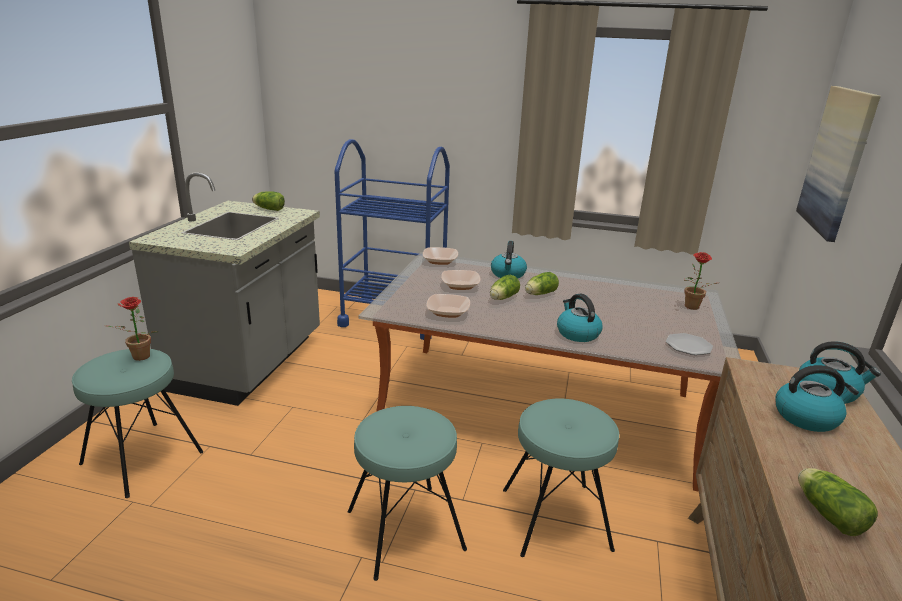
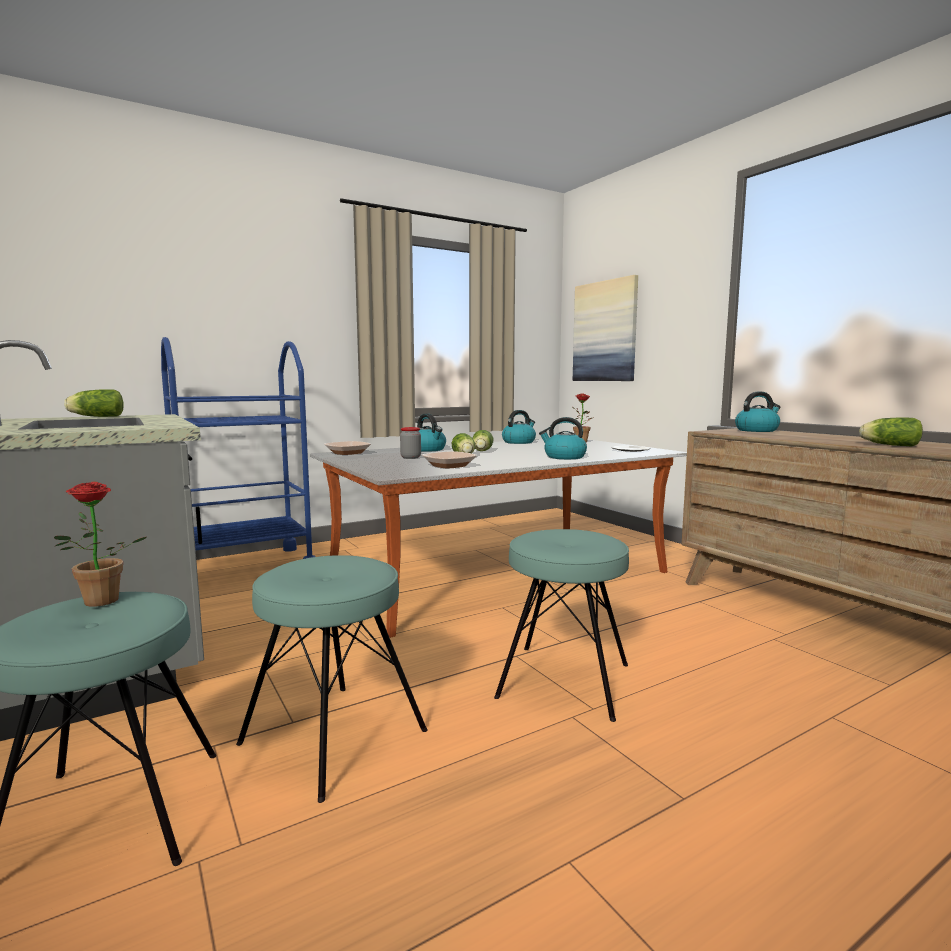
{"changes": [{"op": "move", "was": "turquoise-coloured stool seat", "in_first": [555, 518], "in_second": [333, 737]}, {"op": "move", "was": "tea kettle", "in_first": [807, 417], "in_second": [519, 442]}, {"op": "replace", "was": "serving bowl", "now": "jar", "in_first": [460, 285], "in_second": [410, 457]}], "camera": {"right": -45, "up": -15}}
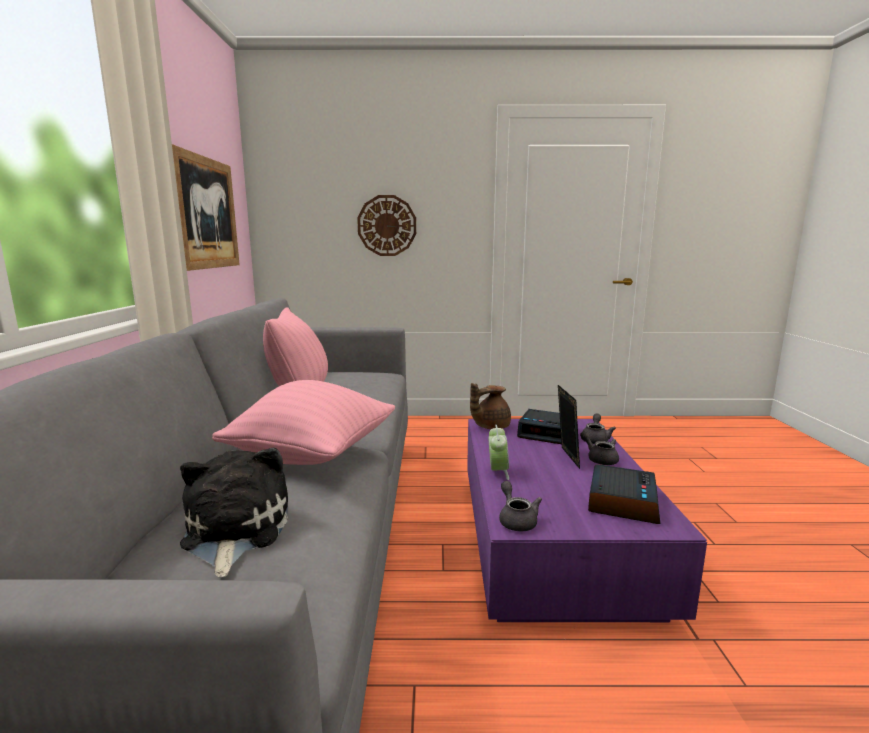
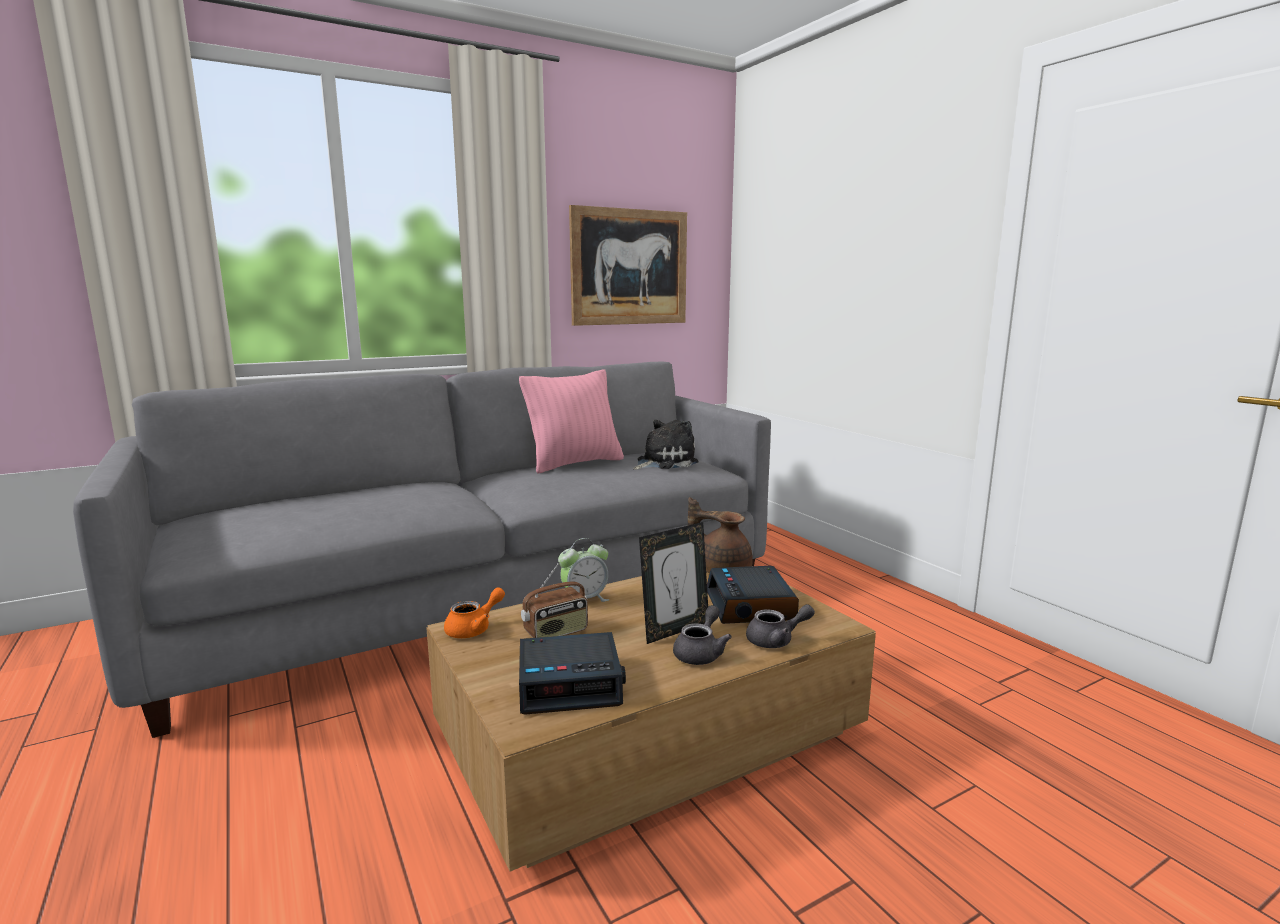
{"changes": [{"op": "delete", "was": "pink pillow", "in_first": [313, 456]}, {"op": "delete", "was": "hanging clock", "in_first": [387, 225]}, {"op": "insert", "now": "radio receiver", "in_second": [556, 632]}, {"op": "move", "was": "cuddly toy", "in_first": [234, 531], "in_second": [663, 462]}, {"op": "recolor", "was": "purplish lounge table", "now": "brown lounge table", "in_first": [551, 537], "in_second": [650, 734]}, {"op": "recolor", "was": "greyish pot for tea", "now": "orange pot for tea", "in_first": [516, 520], "in_second": [474, 629]}], "camera": {"right": 60, "up": 0}}
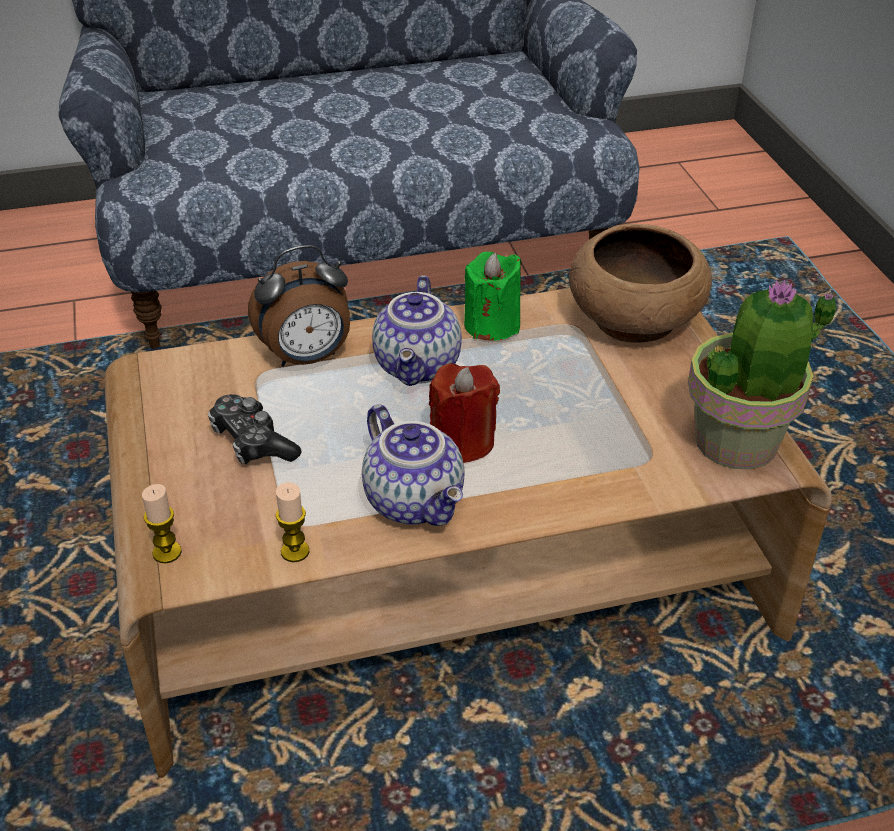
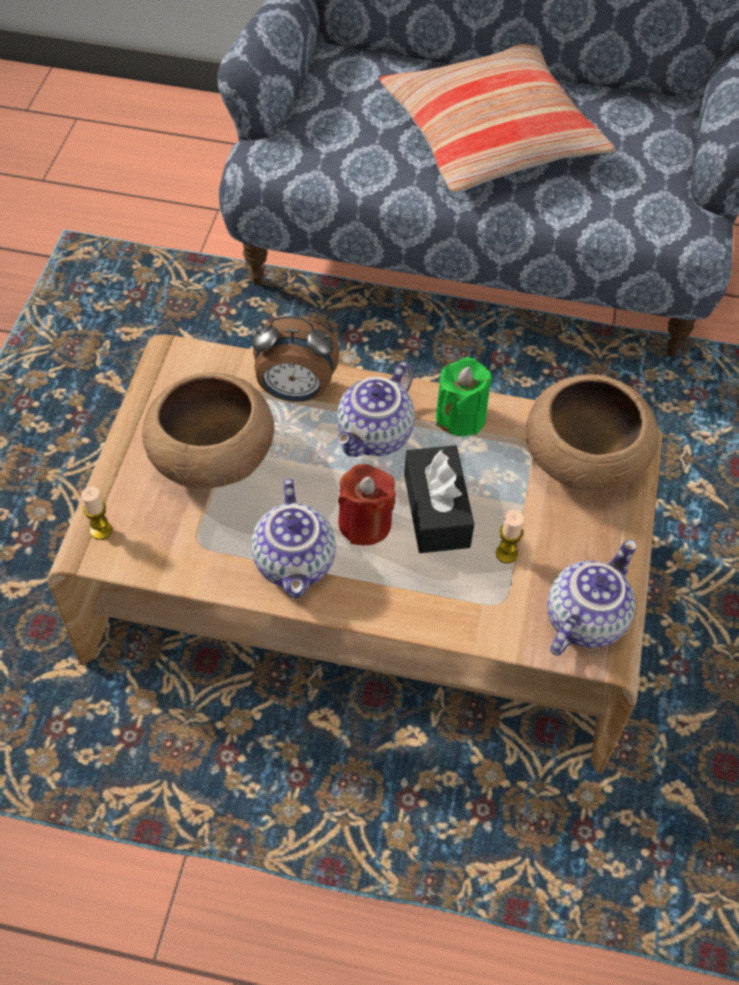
{"changes": [{"op": "insert", "now": "pillow", "in_second": [491, 136]}, {"op": "insert", "now": "black-coloured box of tissues", "in_second": [436, 510]}, {"op": "move", "was": "candle", "in_first": [295, 551], "in_second": [506, 554]}, {"op": "replace", "was": "joypad", "now": "brown serving bowl", "in_first": [253, 442], "in_second": [211, 457]}, {"op": "replace", "was": "potted plant", "now": "pot for tea", "in_first": [738, 441], "in_second": [583, 618]}], "camera": {"right": 25, "up": 15}}
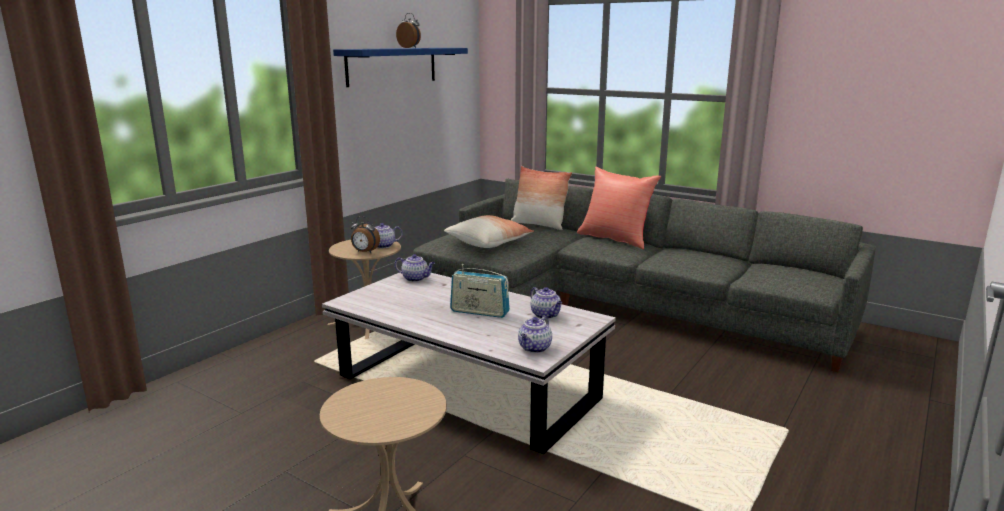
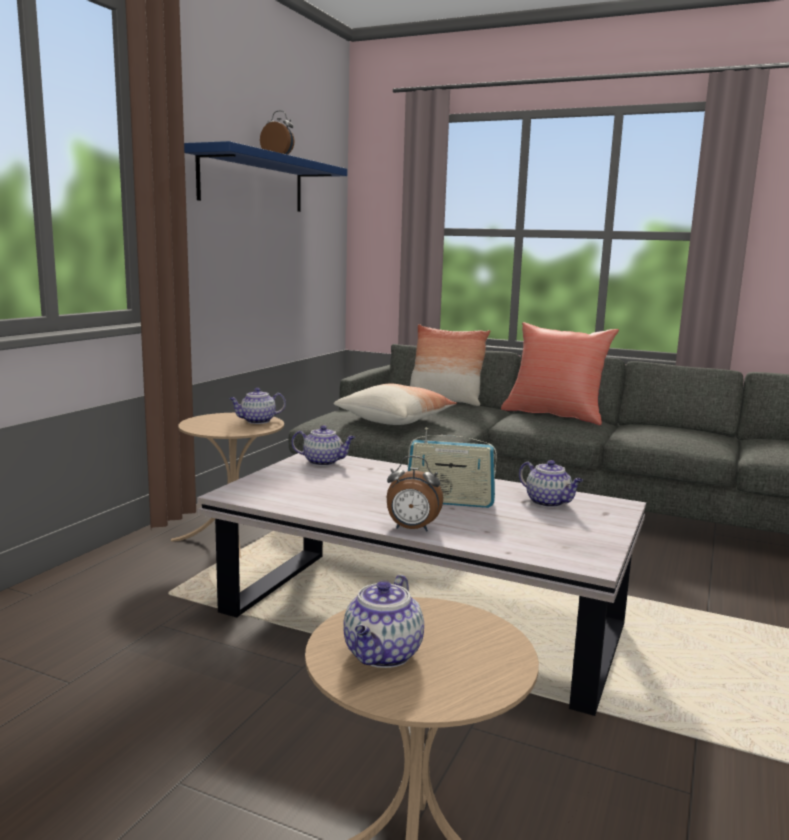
{"changes": [{"op": "move", "was": "alarm clock", "in_first": [365, 252], "in_second": [412, 529]}, {"op": "move", "was": "pot for tea", "in_first": [534, 348], "in_second": [383, 655]}], "camera": {"right": -10, "up": -5}}
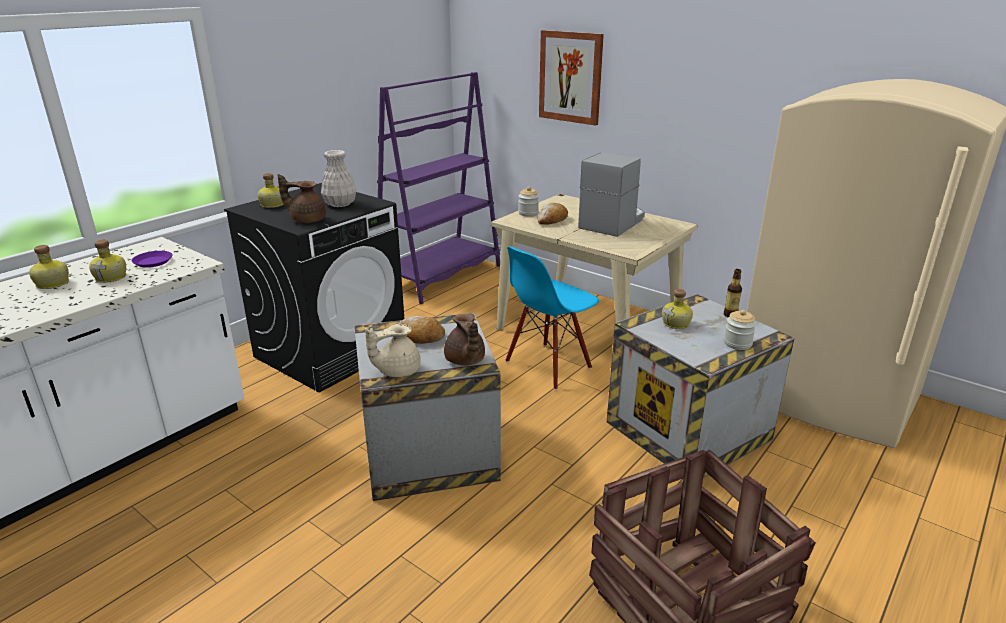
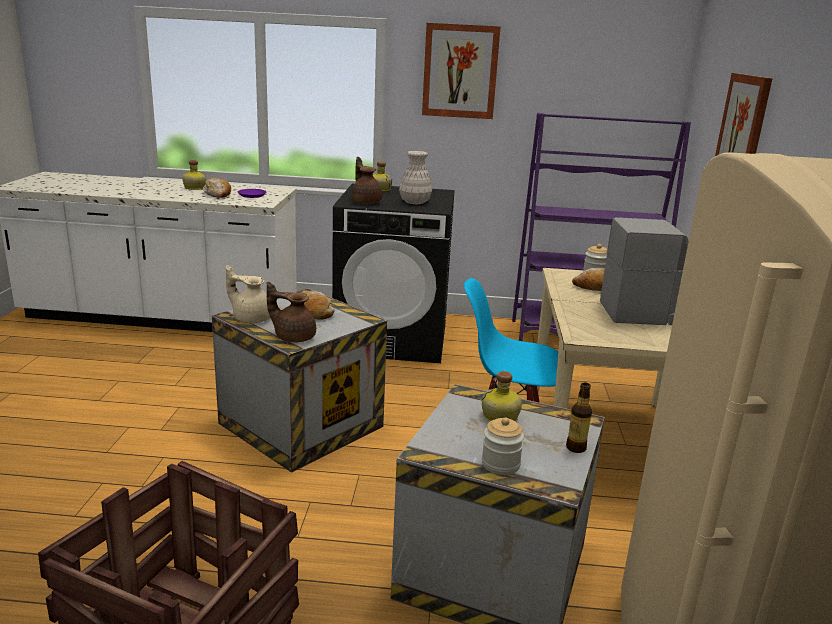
{"changes": [{"op": "insert", "now": "wall picture", "in_second": [460, 71]}, {"op": "replace", "was": "drink bottle", "now": "baked bread", "in_first": [112, 277], "in_second": [218, 194]}, {"op": "rotate", "was": "brown pot for tea", "in_first": [465, 361], "in_second": [293, 337], "clockwise": 75}], "camera": {"right": 55, "up": -5}}
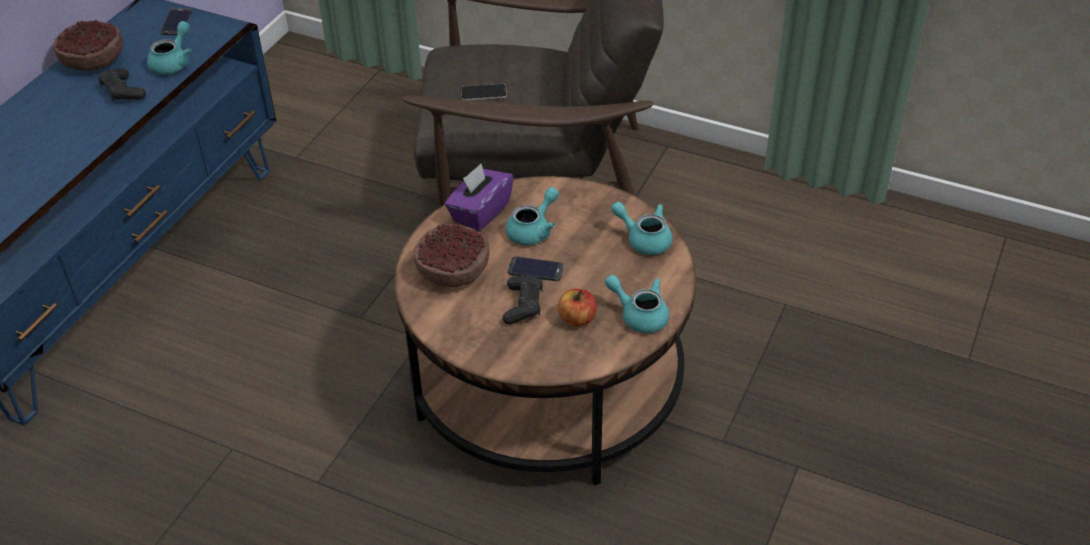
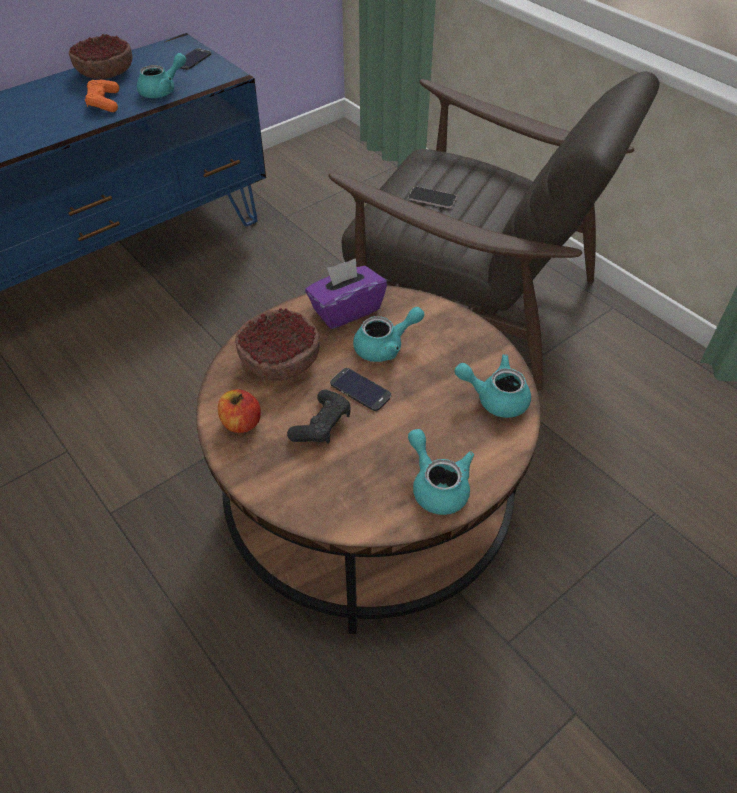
{"changes": [{"op": "move", "was": "whole apple", "in_first": [577, 319], "in_second": [241, 423]}, {"op": "recolor", "was": "black-coloured joypad", "now": "orange joypad", "in_first": [122, 92], "in_second": [104, 102]}, {"op": "rotate", "was": "turquoise-coloured pot for tea", "in_first": [644, 239], "in_second": [495, 398], "clockwise": -45}], "camera": {"right": 25, "up": 5}}
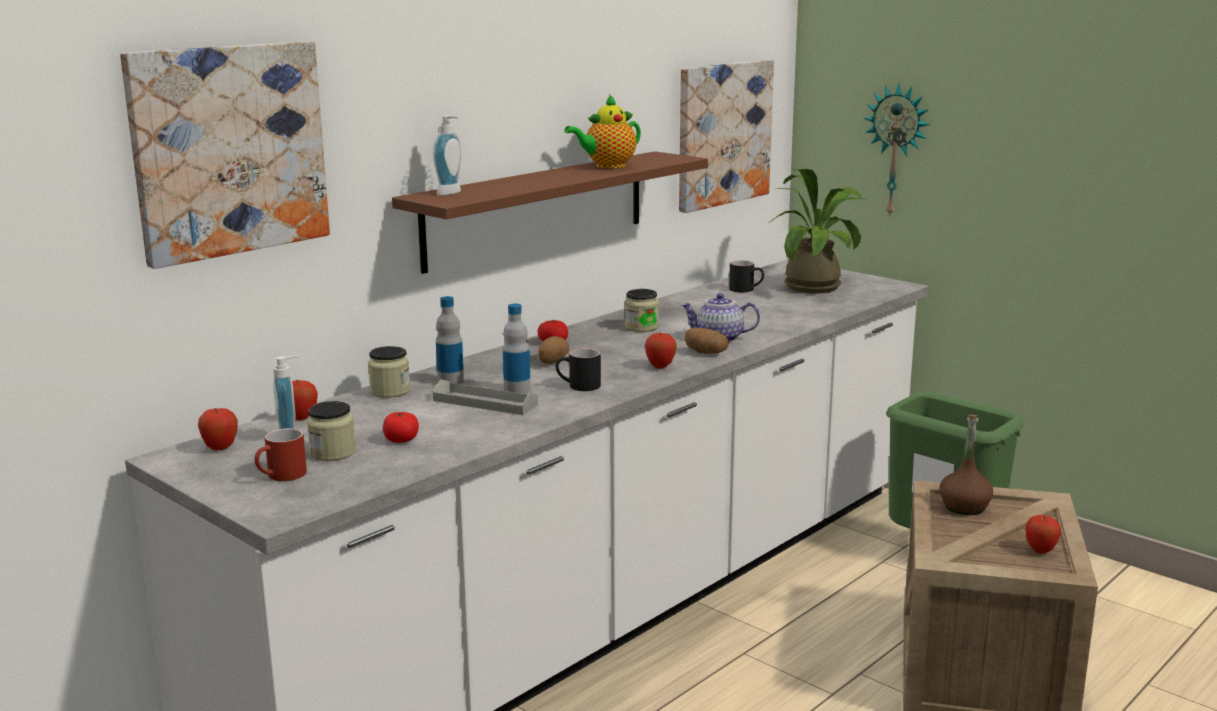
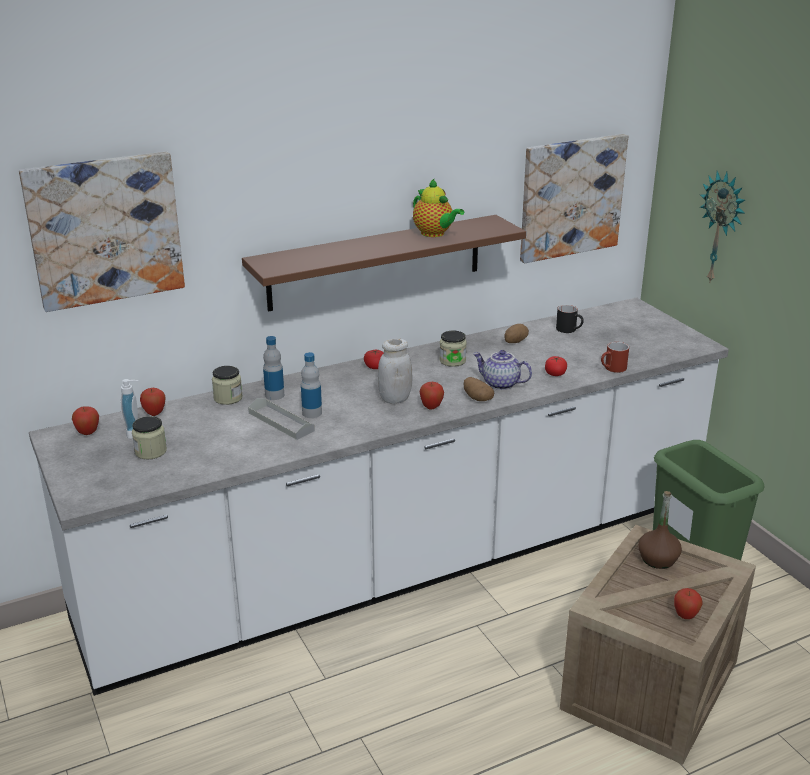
{"changes": [{"op": "delete", "was": "soap bottle", "in_first": [452, 193]}, {"op": "delete", "was": "black-coloured tea mug", "in_first": [578, 386]}, {"op": "delete", "was": "potted plant", "in_first": [818, 286]}, {"op": "insert", "now": "whitish jar", "in_second": [395, 399]}, {"op": "move", "was": "red tea mug", "in_first": [282, 477], "in_second": [613, 369]}, {"op": "move", "was": "fresh tomato", "in_first": [401, 440], "in_second": [555, 373]}, {"op": "move", "was": "whole potato", "in_first": [552, 362], "in_second": [515, 341]}, {"op": "rotate", "was": "pot for tea", "in_first": [607, 166], "in_second": [434, 234], "clockwise": -120}], "camera": {"right": 20, "up": 10}}
